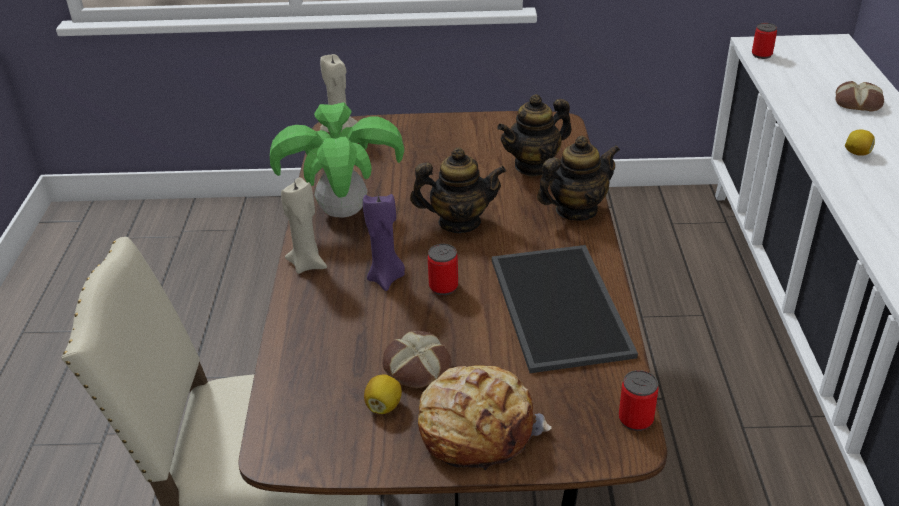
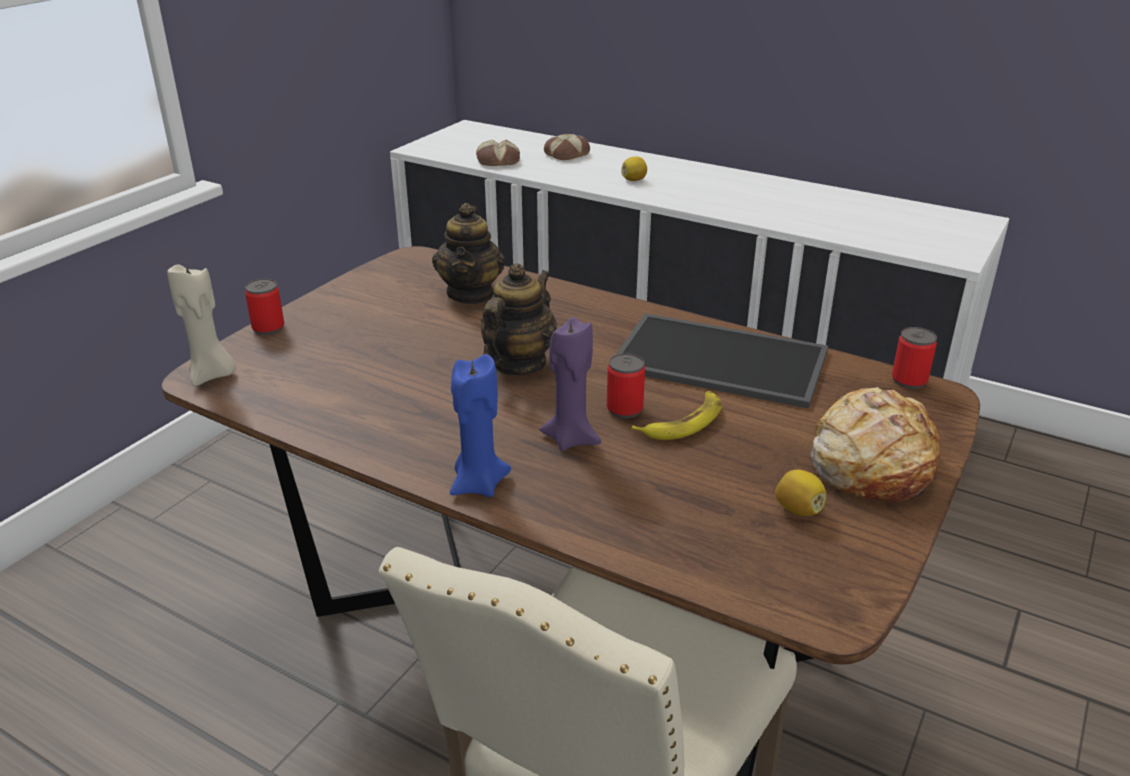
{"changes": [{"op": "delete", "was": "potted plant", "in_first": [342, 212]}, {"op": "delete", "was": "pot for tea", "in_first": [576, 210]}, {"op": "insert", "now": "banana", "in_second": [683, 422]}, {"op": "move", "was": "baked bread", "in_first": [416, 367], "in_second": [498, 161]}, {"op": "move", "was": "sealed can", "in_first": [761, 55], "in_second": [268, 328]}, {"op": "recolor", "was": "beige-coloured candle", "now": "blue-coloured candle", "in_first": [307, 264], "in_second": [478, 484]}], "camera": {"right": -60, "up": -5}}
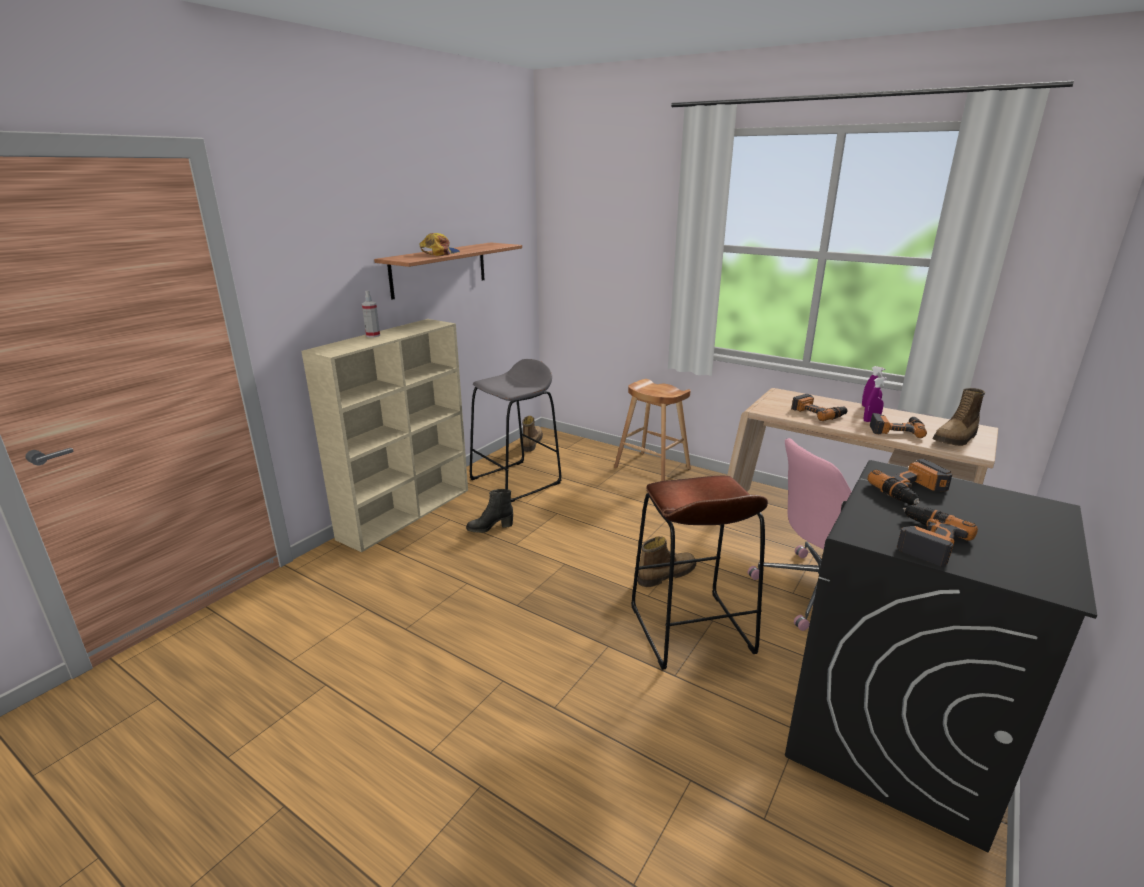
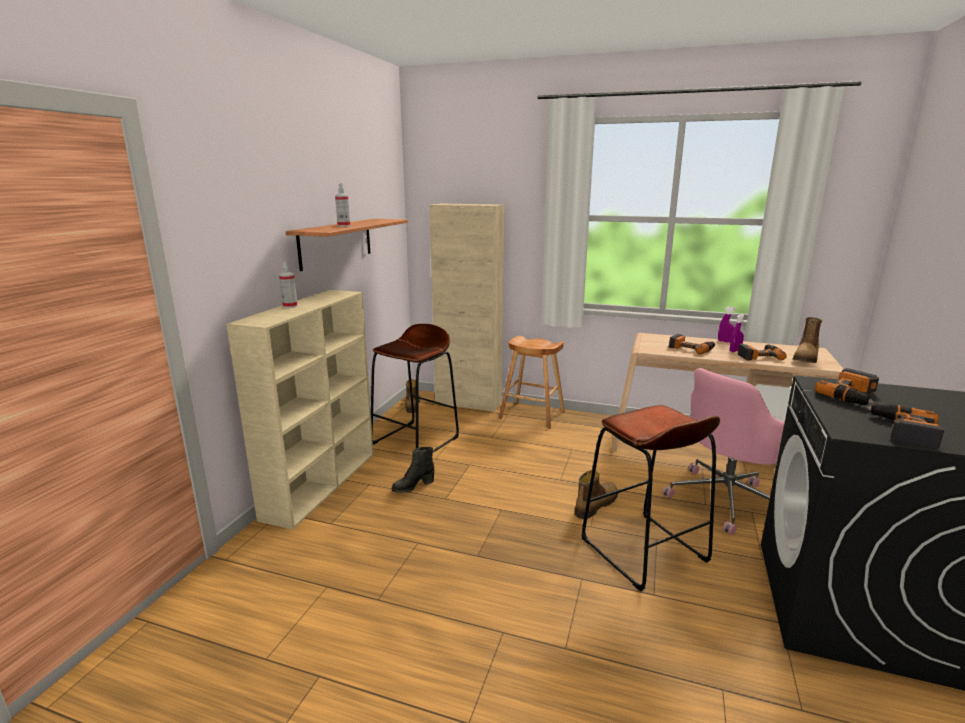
{"changes": [{"op": "insert", "now": "beige-coloured cabinet", "in_second": [468, 403]}, {"op": "replace", "was": "cap", "now": "spray bottle", "in_first": [439, 253], "in_second": [343, 226]}, {"op": "recolor", "was": "greyish stool seat", "now": "brown stool seat", "in_first": [516, 481], "in_second": [415, 440]}], "camera": {"right": -15, "up": -5}}
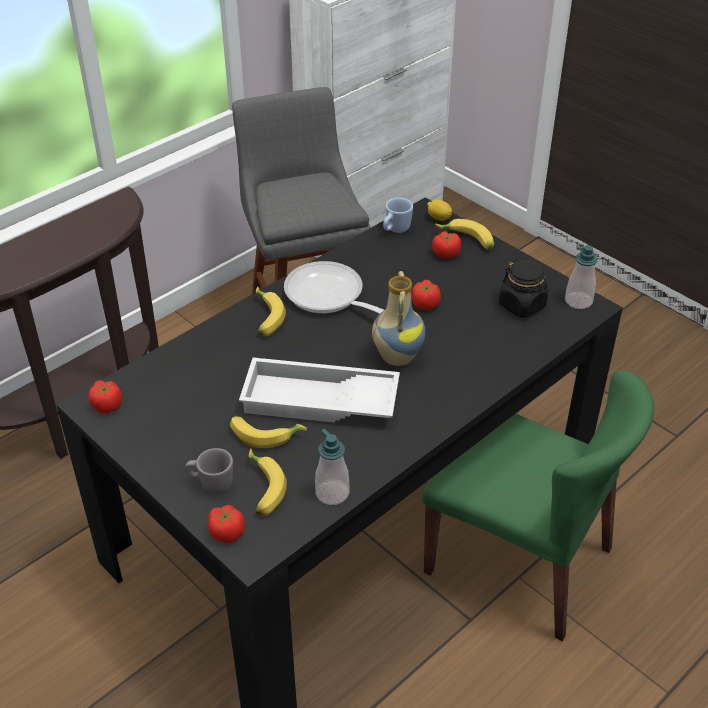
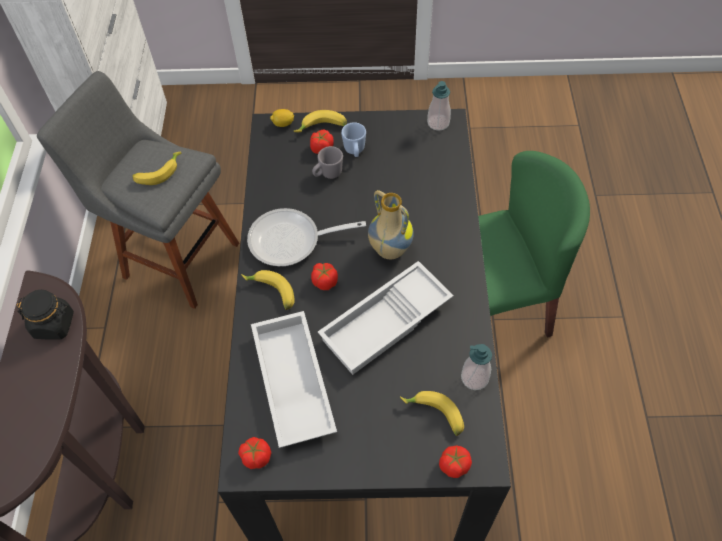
{"changes": [{"op": "insert", "now": "whitish carrying tray", "in_second": [291, 382]}, {"op": "move", "was": "greyish tea mug", "in_first": [211, 484], "in_second": [328, 174]}, {"op": "move", "was": "banana", "in_first": [265, 434], "in_second": [158, 172]}, {"op": "move", "was": "blue-coloured tea mug", "in_first": [395, 230], "in_second": [355, 151]}, {"op": "move", "was": "fresh tomato", "in_first": [425, 304], "in_second": [324, 281]}, {"op": "move", "was": "black-coloured jar", "in_first": [522, 305], "in_second": [54, 324]}], "camera": {"right": -45, "up": 15}}
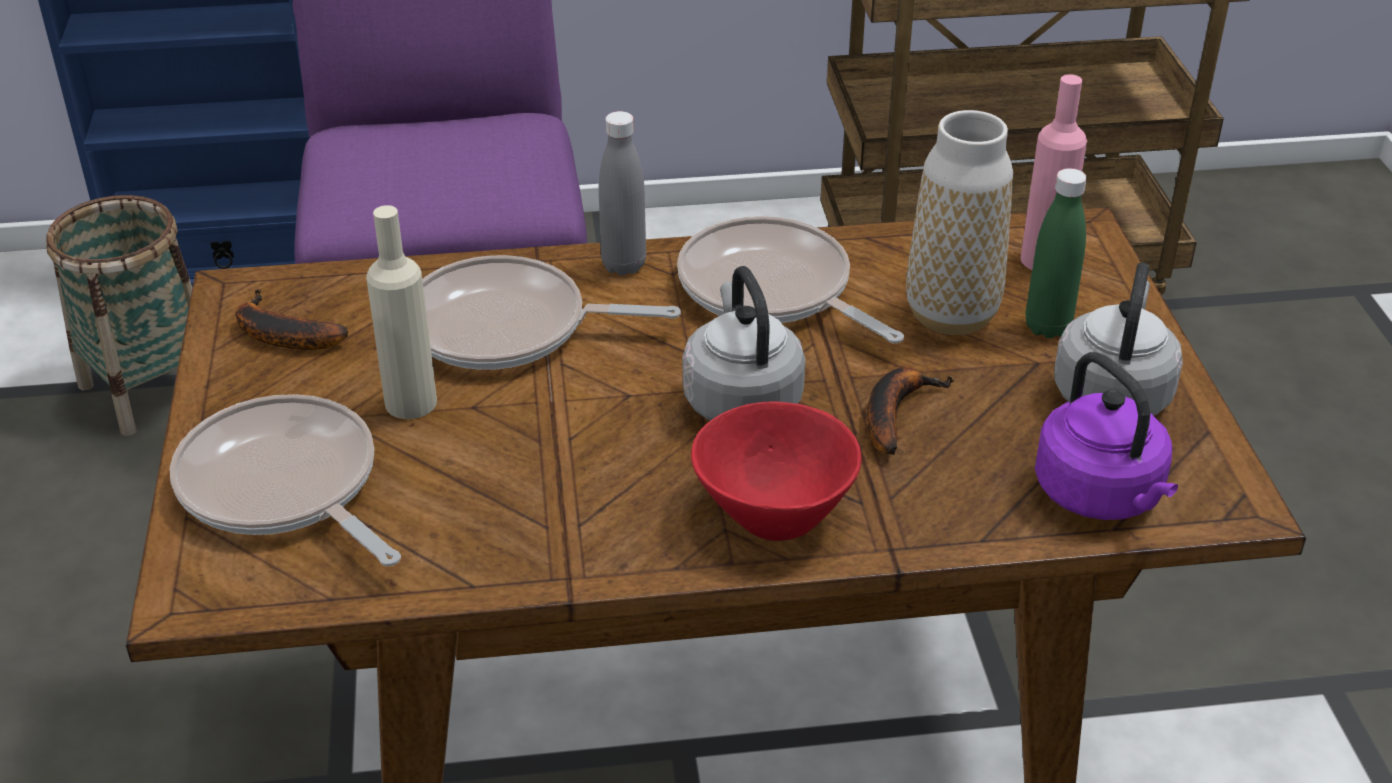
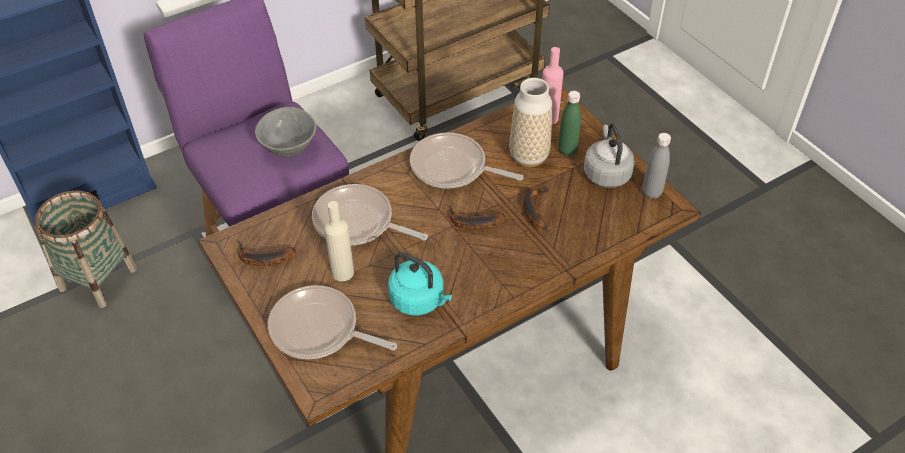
{"changes": [{"op": "delete", "was": "red serving bowl", "in_first": [778, 510]}, {"op": "delete", "was": "purplish tea kettle", "in_first": [1101, 496]}, {"op": "insert", "now": "greyish serving bowl", "in_second": [287, 148]}, {"op": "insert", "now": "turquoise-coloured tea kettle", "in_second": [419, 300]}, {"op": "move", "was": "greyish drink bottle", "in_first": [623, 265], "in_second": [651, 193]}, {"op": "replace", "was": "greyish tea kettle", "now": "banana", "in_first": [740, 398], "in_second": [472, 223]}, {"op": "rotate", "was": "frying pan", "in_first": [508, 328], "in_second": [358, 222], "clockwise": 45}], "camera": {"right": -25, "up": 10}}
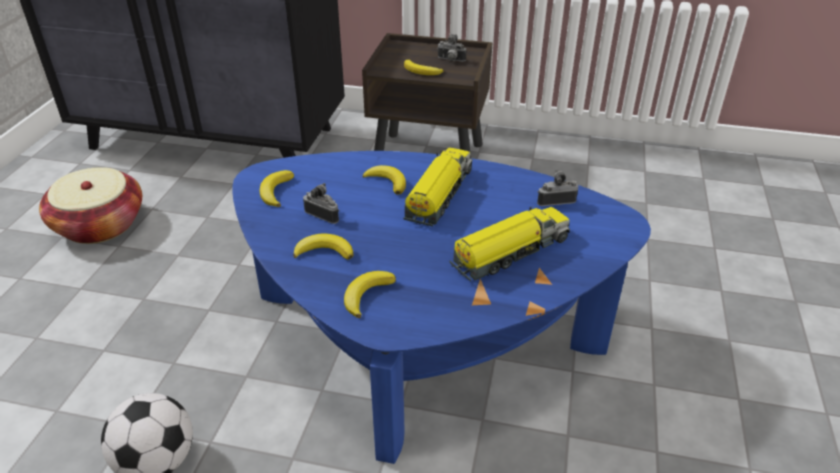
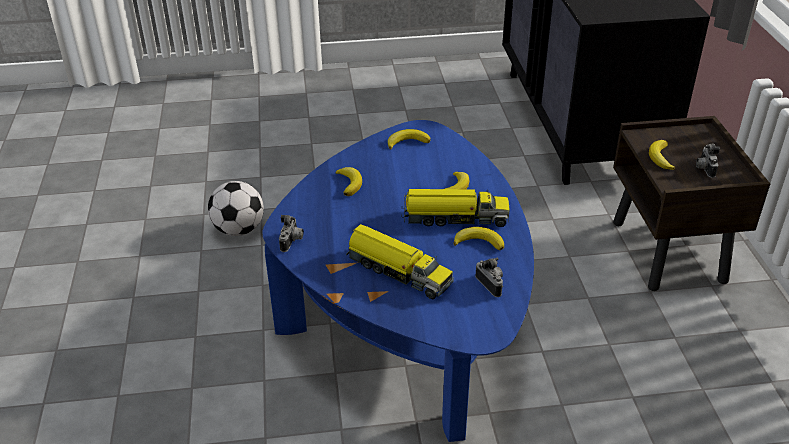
{"changes": [{"op": "delete", "was": "storage basket", "in_first": [100, 225]}, {"op": "move", "was": "photo camera", "in_first": [324, 214], "in_second": [292, 242]}, {"op": "move", "was": "banana", "in_first": [366, 295], "in_second": [479, 242]}], "camera": {"right": 70, "up": 0}}
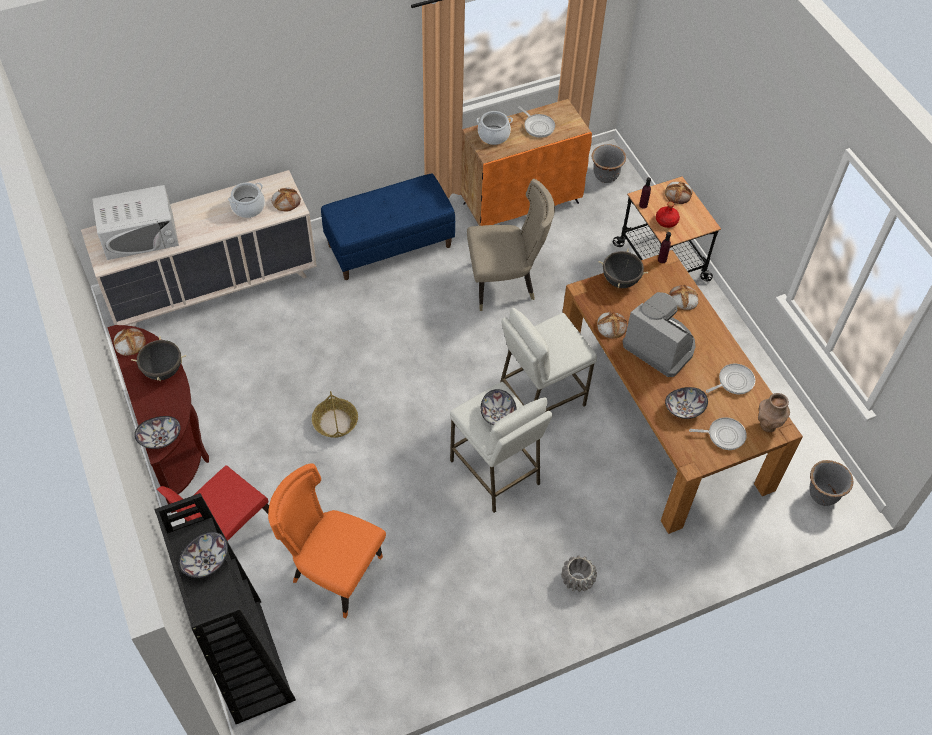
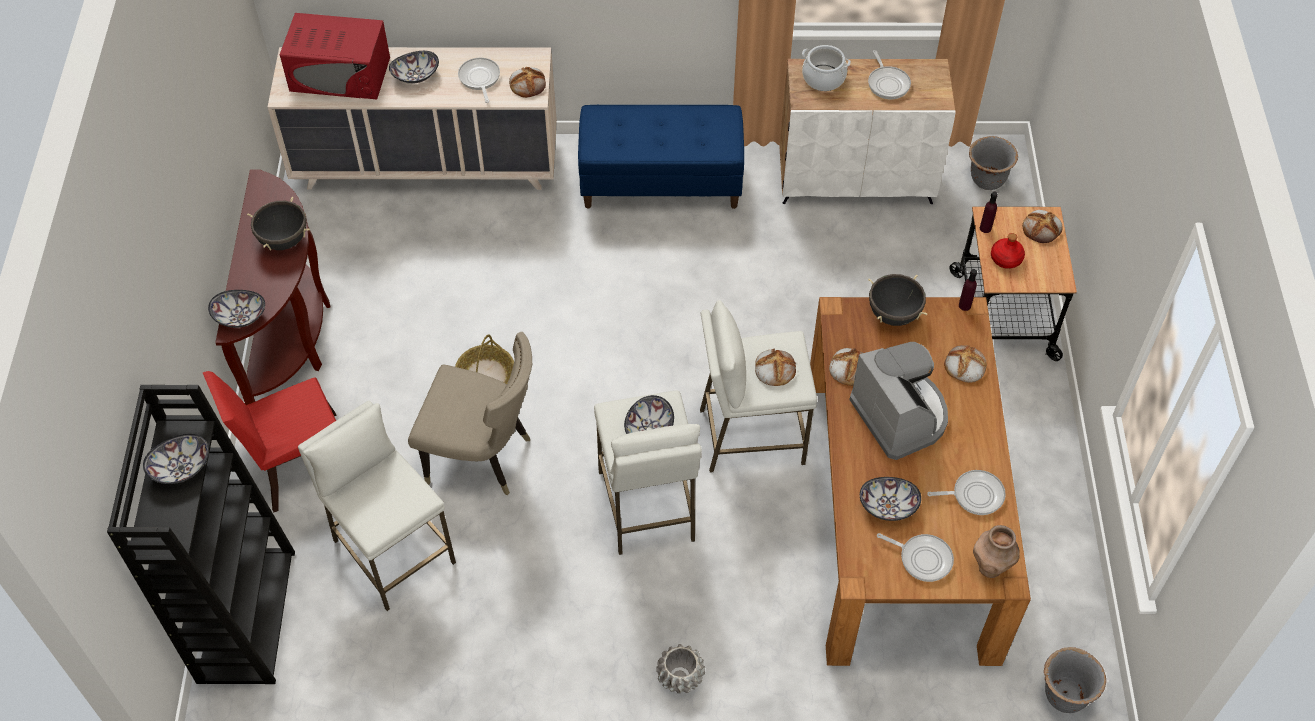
{"changes": [{"op": "insert", "now": "serving bowl", "in_second": [415, 75]}, {"op": "move", "was": "baked bread", "in_first": [129, 343], "in_second": [774, 369]}, {"op": "move", "was": "beige-coloured upright chair", "in_first": [505, 284], "in_second": [483, 458]}, {"op": "replace", "was": "stockpot", "now": "frying pan", "in_first": [248, 207], "in_second": [479, 79]}, {"op": "replace", "was": "orange upright chair", "now": "whitish stool seat", "in_first": [333, 571], "in_second": [392, 552]}, {"op": "recolor", "was": "whitish microwave", "now": "red microwave", "in_first": [140, 235], "in_second": [340, 74]}, {"op": "recolor", "was": "orange cabinet", "now": "whitish cabinet", "in_first": [521, 203], "in_second": [856, 180]}], "camera": {"right": 25, "up": 0}}
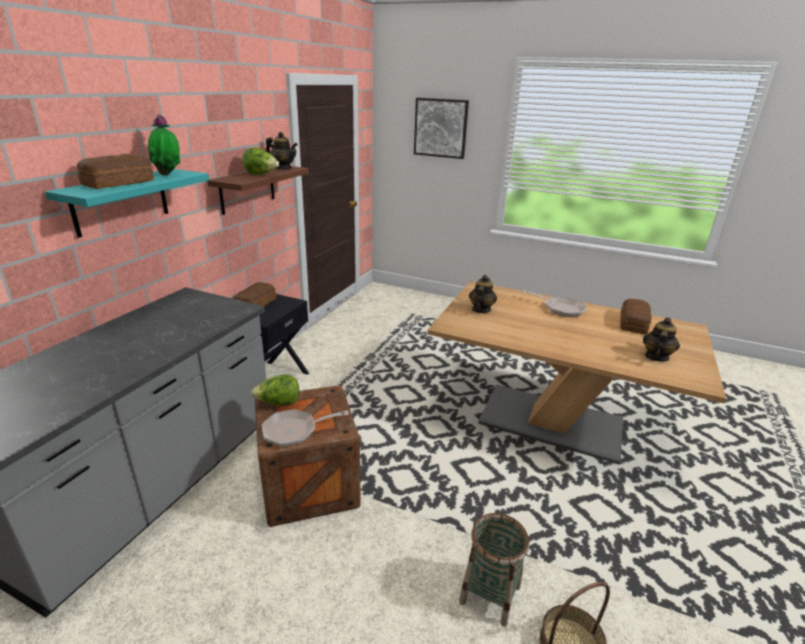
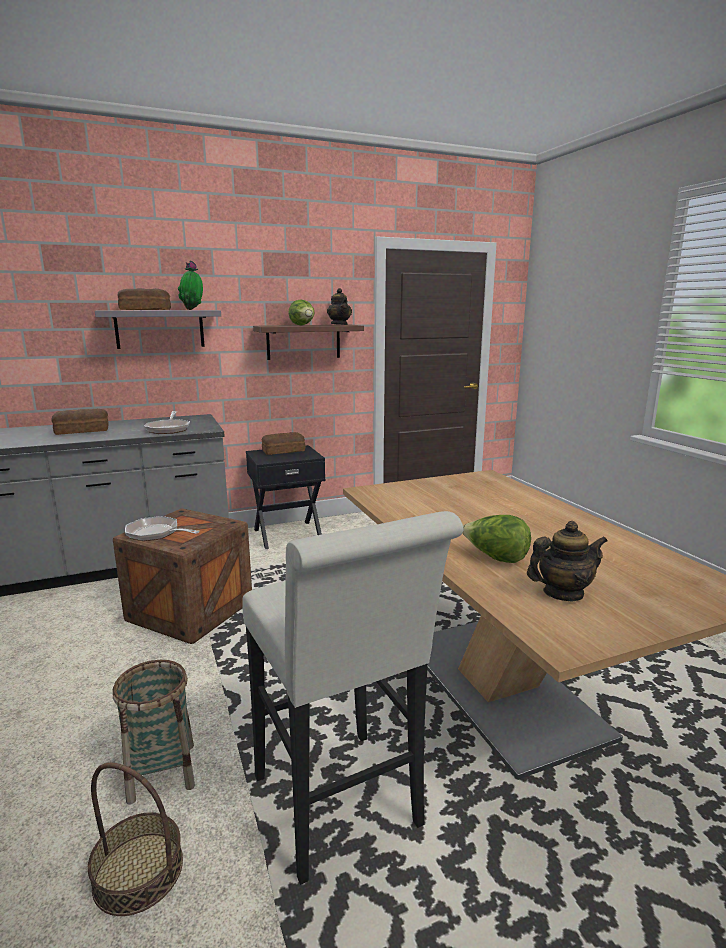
{"changes": [{"op": "delete", "was": "wall picture", "in_first": [440, 128]}, {"op": "delete", "was": "pot for tea", "in_first": [481, 309]}, {"op": "insert", "now": "whitish stool seat", "in_second": [341, 810]}, {"op": "move", "was": "head of lettuce", "in_first": [278, 403], "in_second": [495, 558]}, {"op": "move", "was": "frying pan", "in_first": [560, 309], "in_second": [168, 429]}, {"op": "move", "was": "baked bread", "in_first": [634, 323], "in_second": [83, 431]}, {"op": "recolor", "was": "turquoise-coloured shelf", "now": "greyish shelf", "in_first": [121, 201], "in_second": [160, 329]}], "camera": {"right": 45, "up": -10}}
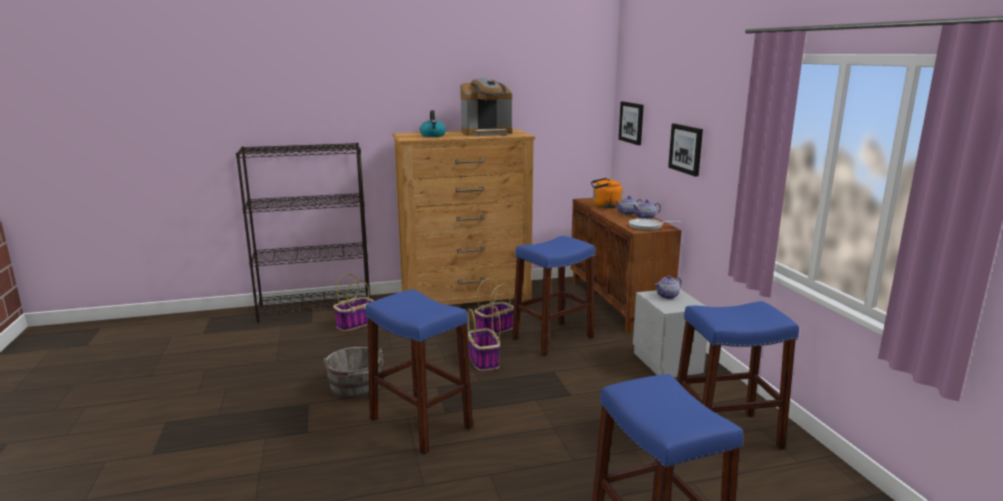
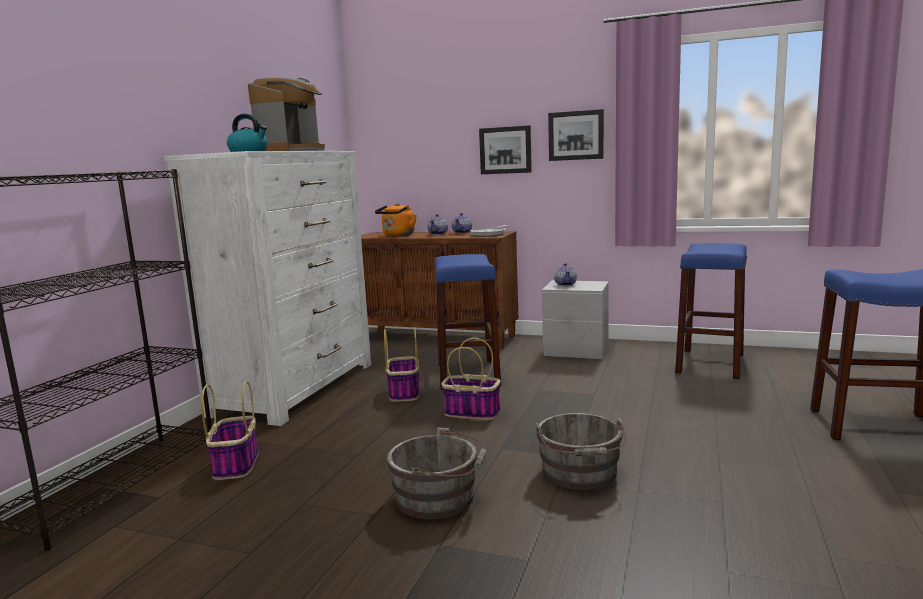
{"changes": [{"op": "move", "was": "wall picture", "in_first": [632, 122], "in_second": [576, 135]}, {"op": "replace", "was": "blue-coloured stool seat", "now": "greyish water bucket", "in_first": [420, 423], "in_second": [580, 474]}, {"op": "recolor", "was": "brown dresser", "now": "whitish dresser", "in_first": [466, 298], "in_second": [296, 388]}], "camera": {"right": -55, "up": -5}}
